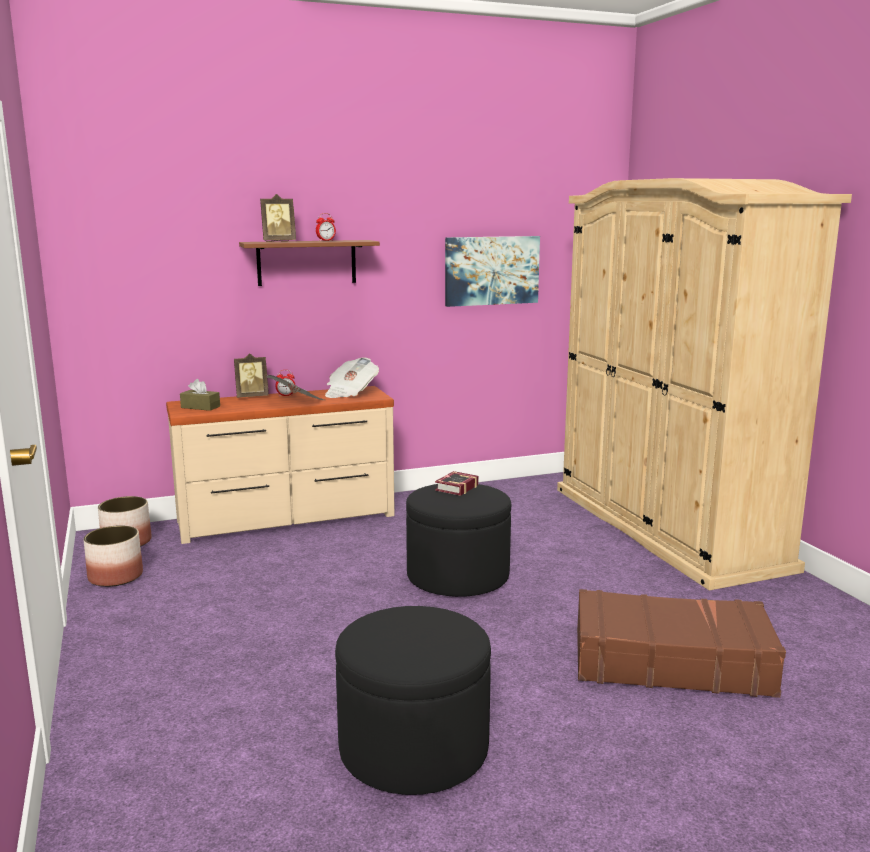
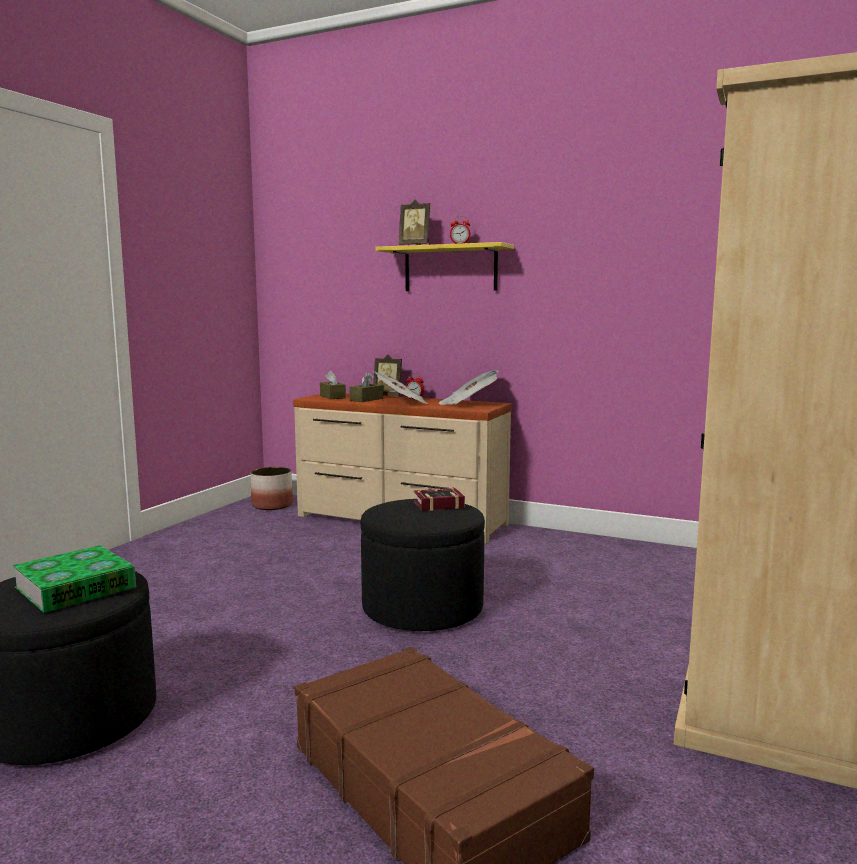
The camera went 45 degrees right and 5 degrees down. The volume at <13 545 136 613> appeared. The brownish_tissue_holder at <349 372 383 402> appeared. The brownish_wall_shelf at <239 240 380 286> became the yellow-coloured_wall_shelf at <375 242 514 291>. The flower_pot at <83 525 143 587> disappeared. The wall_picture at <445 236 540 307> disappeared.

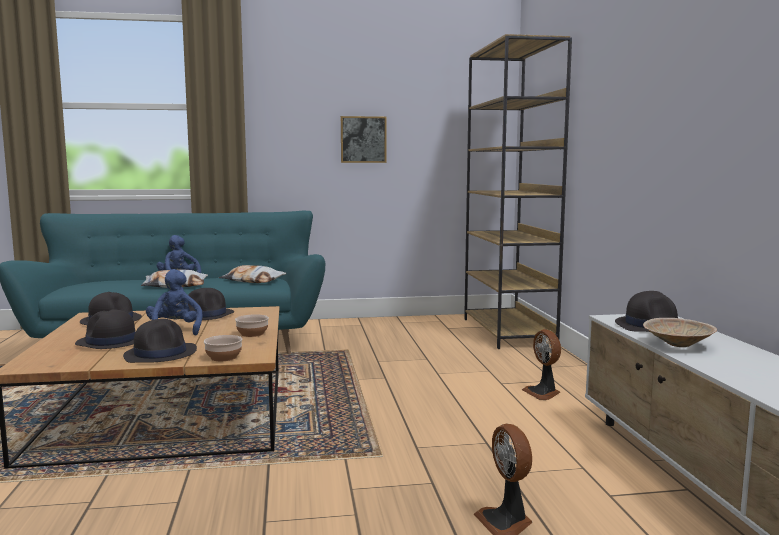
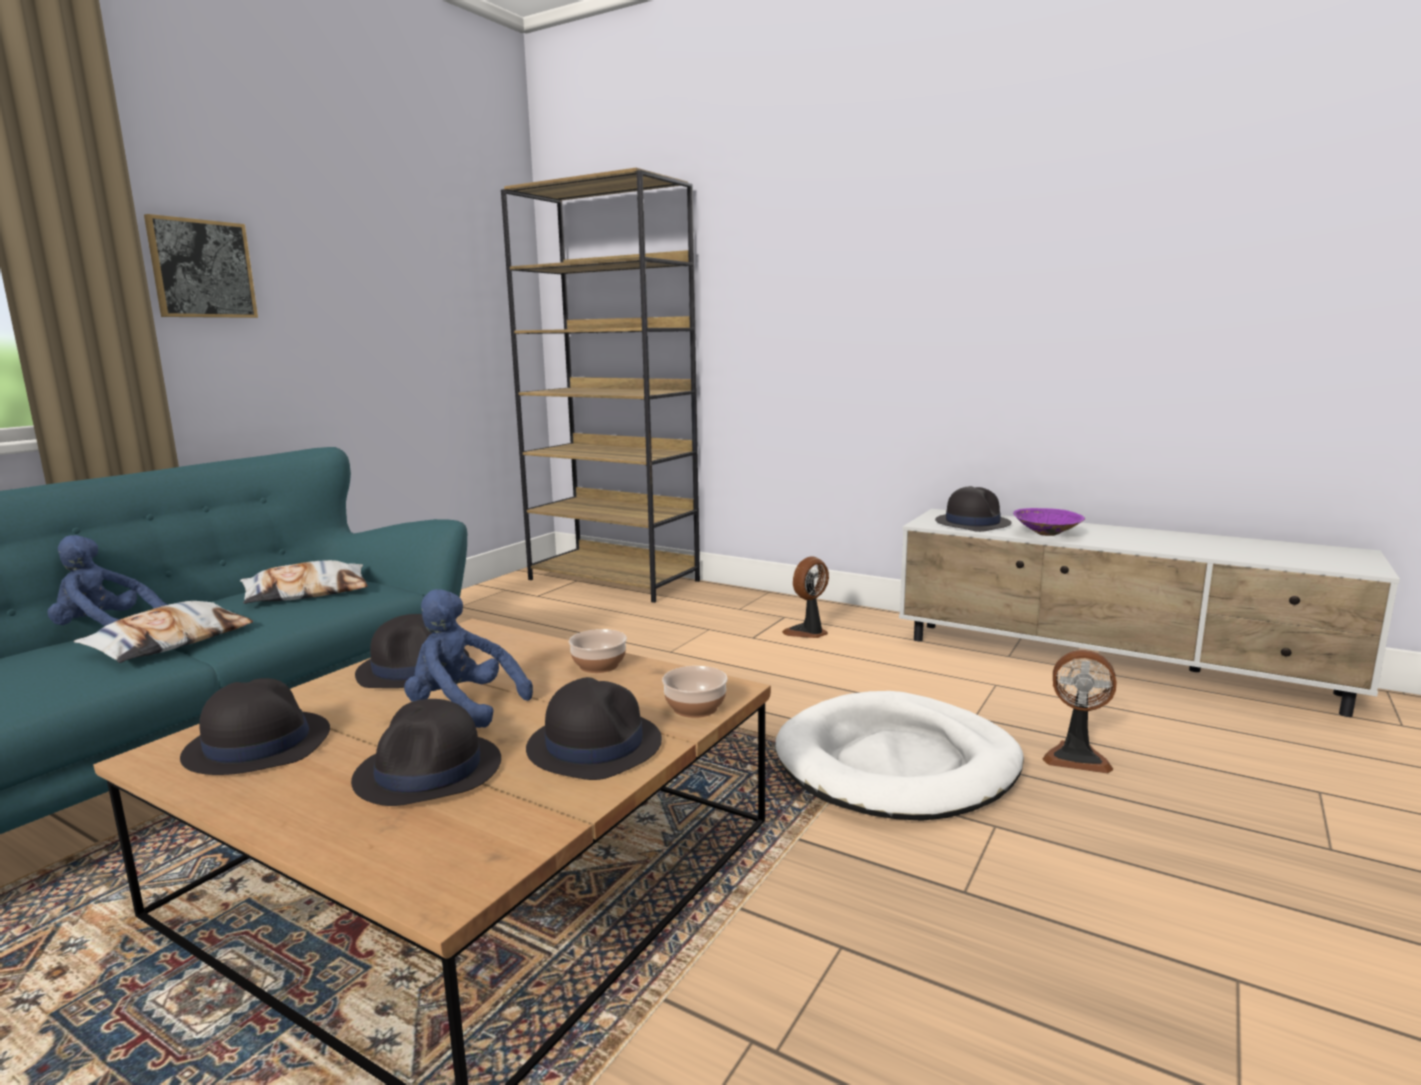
The camera went 50 degrees left and 5 degrees up. The wall_picture moved from <341 116 386 163> to <144 214 258 318>. The white-coloured_dog_cushion at <775 691 1024 821> appeared. The cooling_fan at <522 329 561 400> turned 120 degrees clockwise. The beige-coloured_bowl at <643 318 717 347> became the purple_bowl at <1013 508 1085 536>.

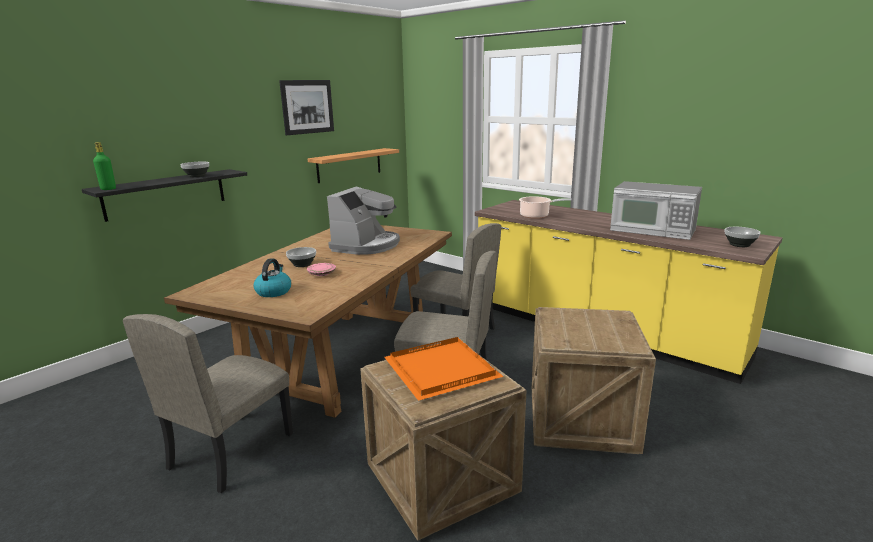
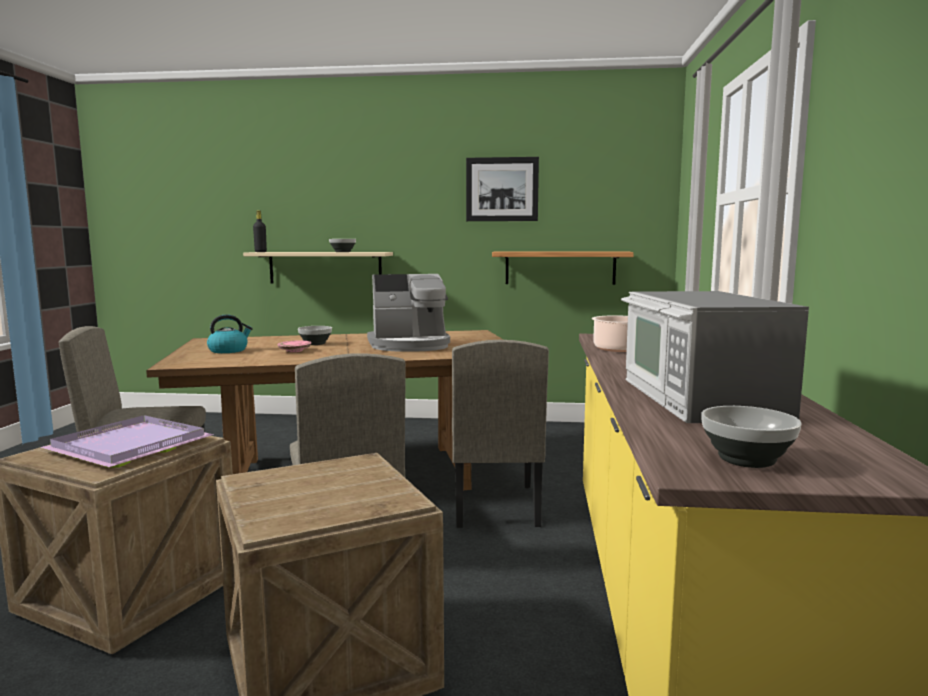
The camera went 55 degrees right and 10 degrees down. The orangey_tray at <384 337 504 401> became the purple_tray at <40 415 214 468>. The black-coloured_wall_shelf at <82 169 247 222> became the beige-coloured_wall_shelf at <243 252 393 284>. The green-coloured_beverage_bottle at <93 142 116 190> became the black-coloured_beverage_bottle at <253 211 267 252>.

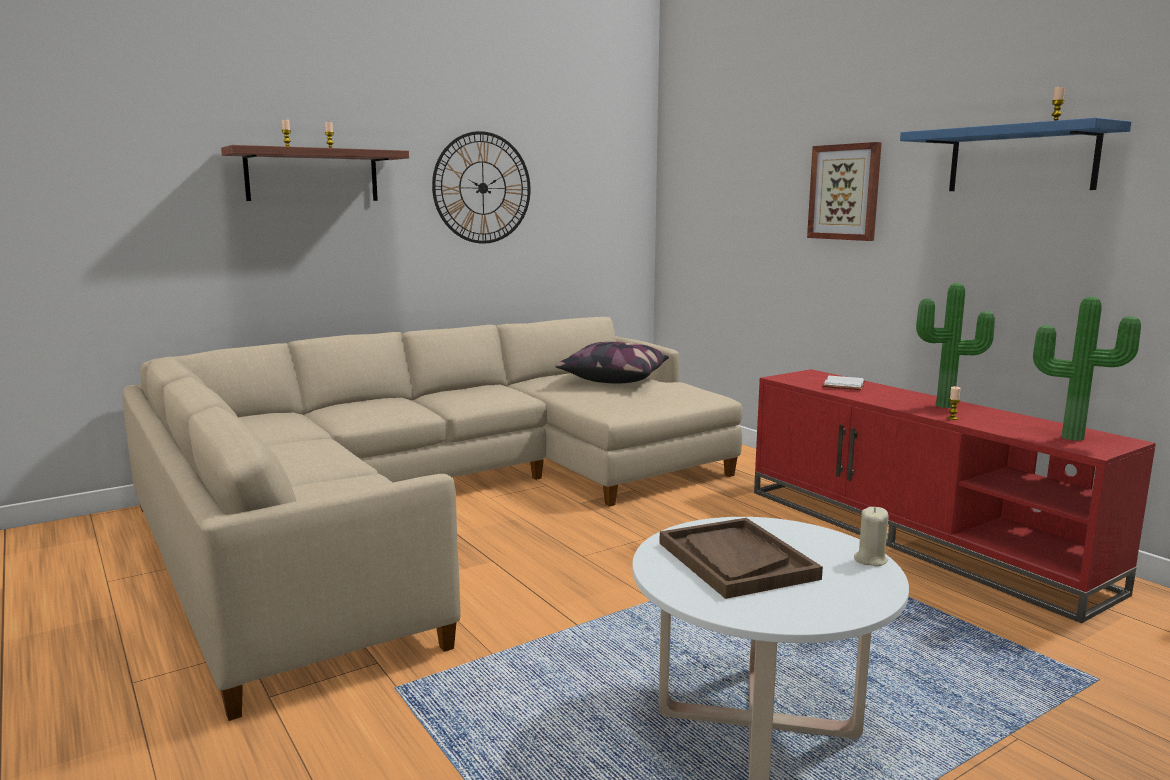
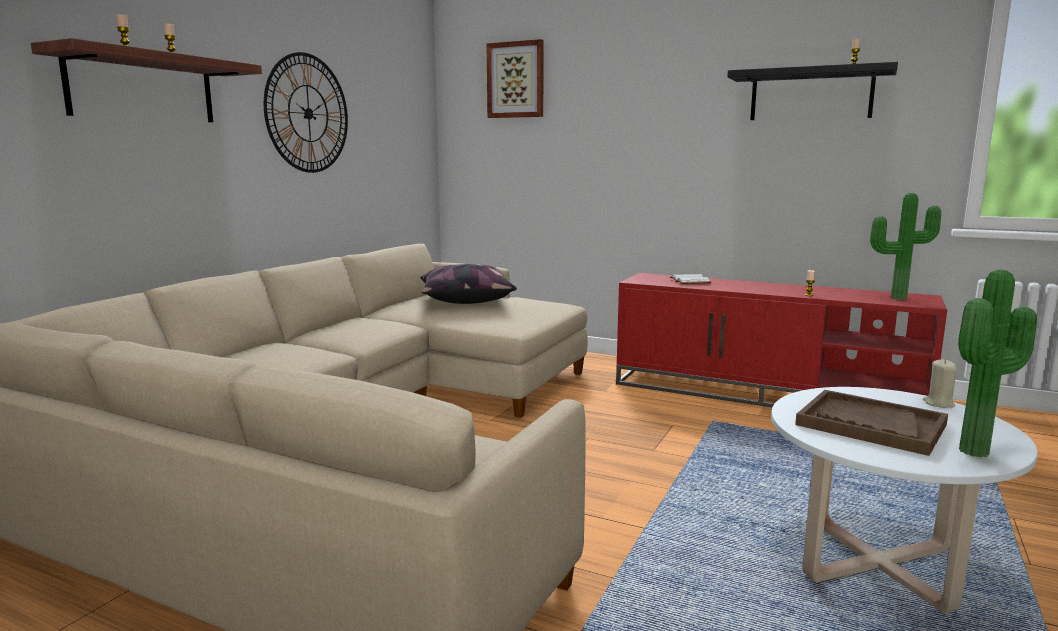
The camera went 30 degrees left and 0 degrees up. The wall_picture moved from <807 142 882 241> to <486 39 544 118>. The blue-coloured_wall_shelf at <900 118 1131 191> became the black-coloured_wall_shelf at <728 62 898 120>. The potted_plant moved from <916 283 995 408> to <958 270 1037 457>.

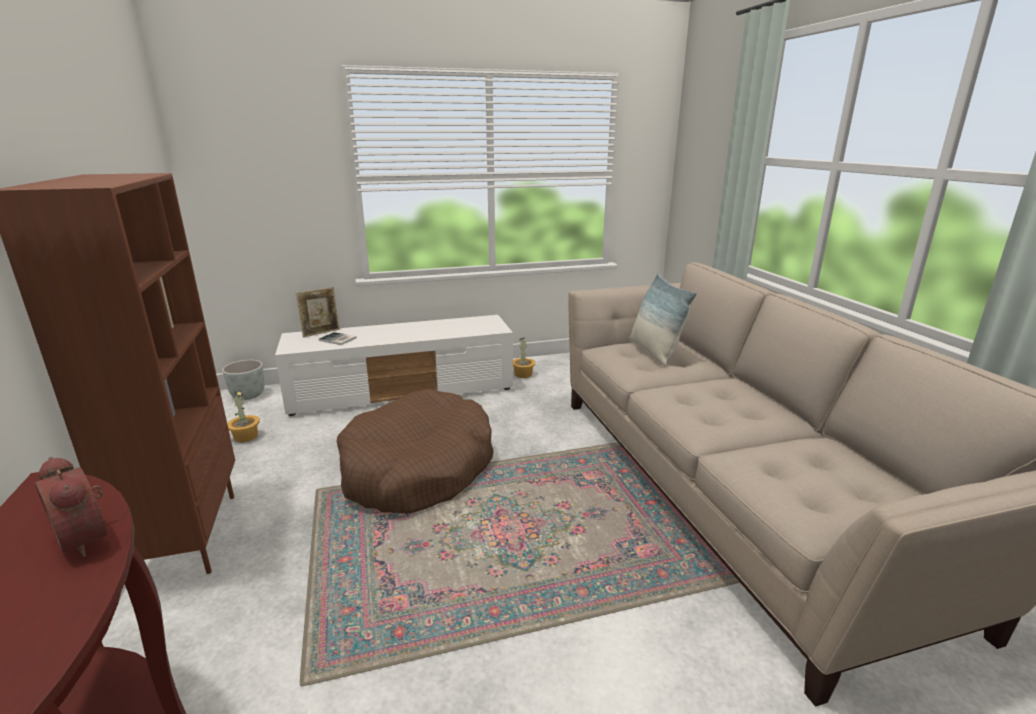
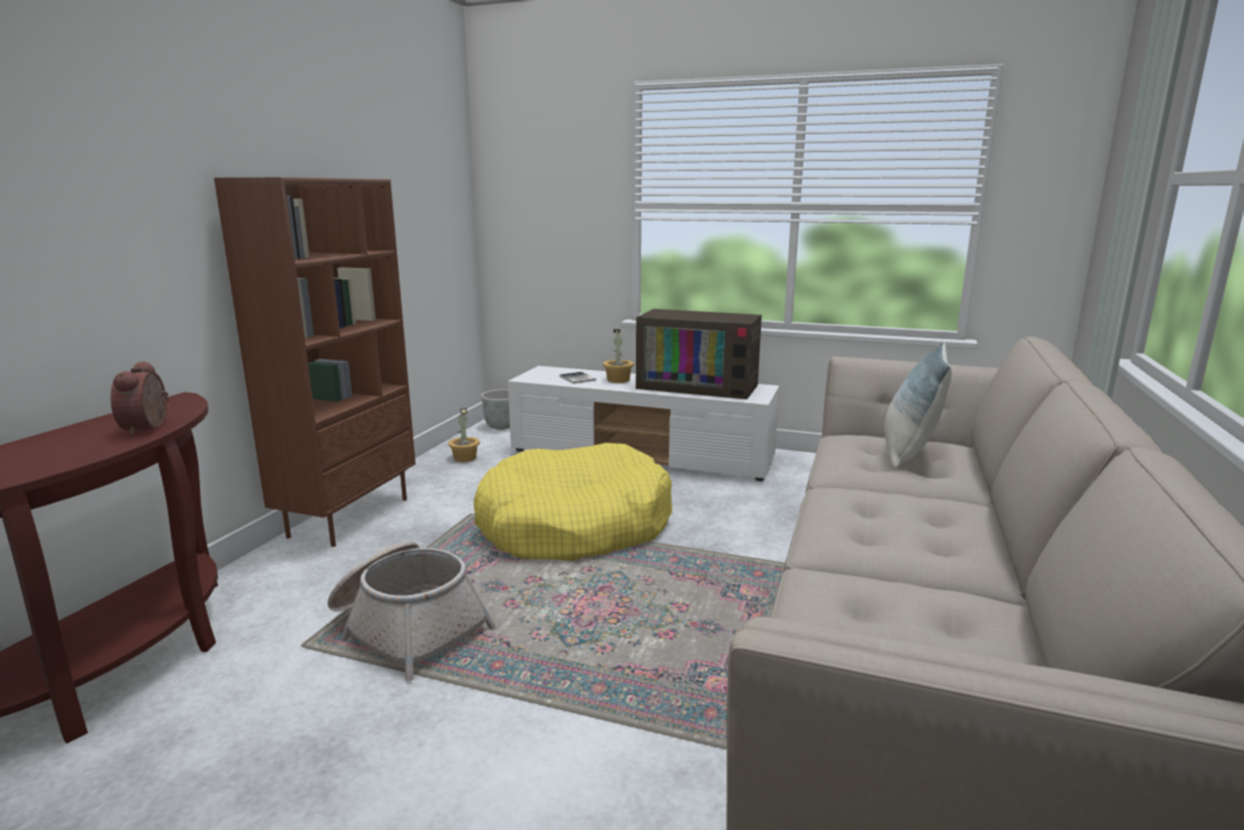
The camera went 35 degrees right and 5 degrees down. The basket at <328 541 496 681> appeared. The brownish_dog_cushion at <337 389 493 514> became the yellow-coloured_dog_cushion at <474 443 672 561>. The potted_plant moved from <513 337 535 378> to <603 329 634 383>. The television at <636 309 762 399> appeared. The photo_frame at <296 287 340 337> disappeared.

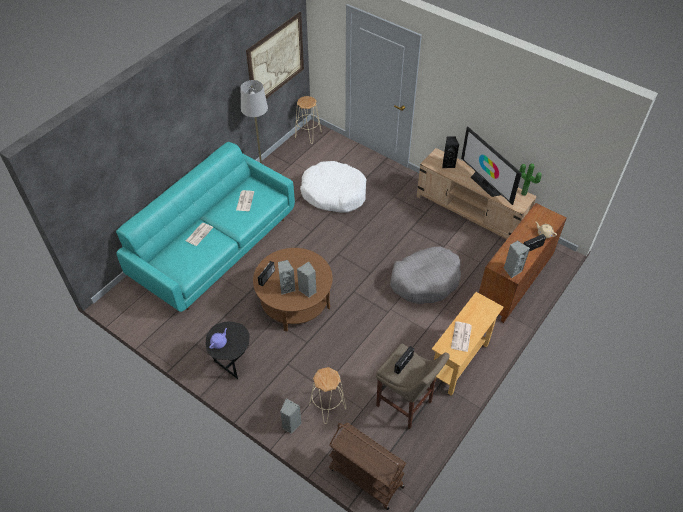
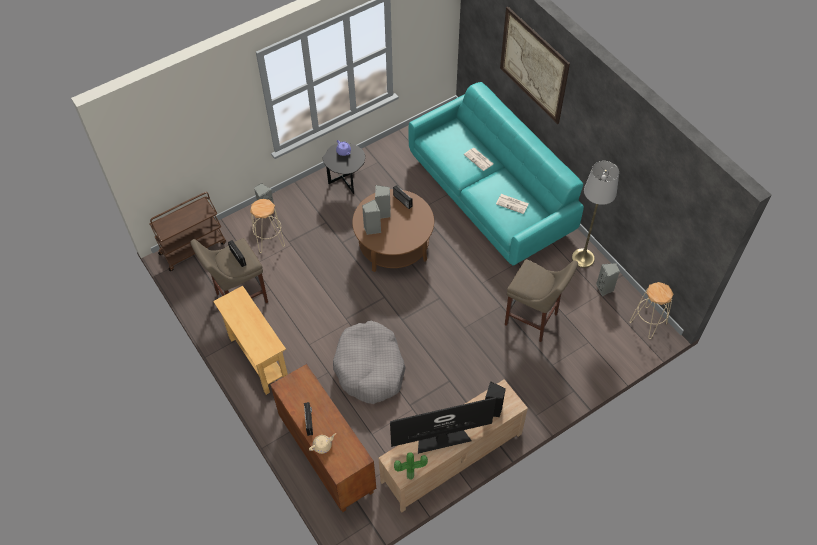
The camera went 110 degrees right and 5 degrees up. The wall_picture moved from <246 12 304 99> to <500 7 570 124>. The white-coloured_dog_cushion at <300 161 366 212> was replaced by the beige-coloured_stool at <505 259 578 342>. The greyish_loudspeaker moved from <504 240 530 278> to <596 263 620 296>. The daily_paper at <451 321 472 352> disappeared.

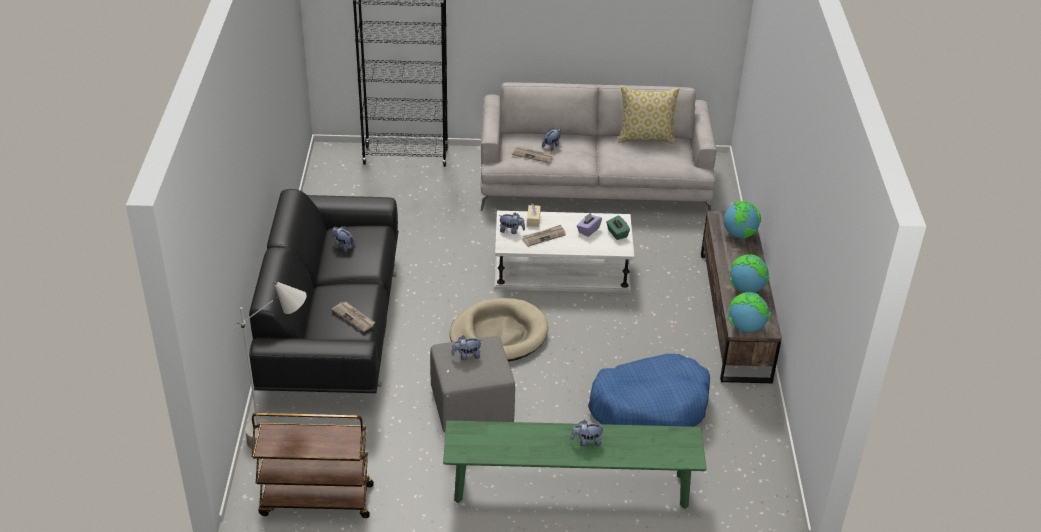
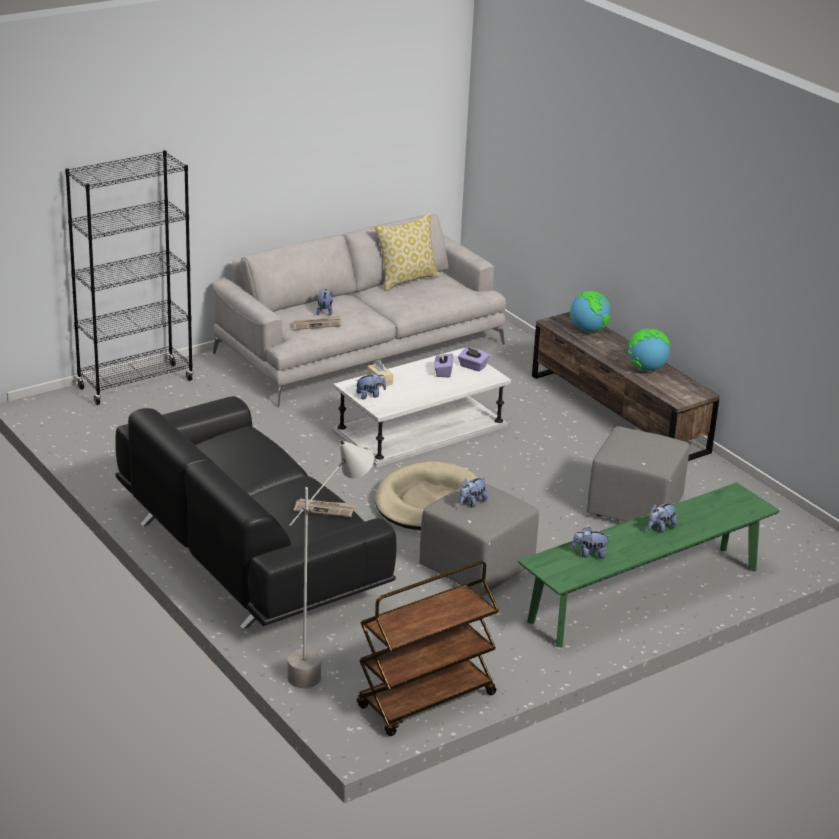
The camera went 35 degrees left and 10 degrees down. The green-coloured_tissue_holder at <606 216 630 240> became the purple_tissue_holder at <458 347 490 372>. The cuddly_toy moved from <332 226 356 252> to <571 527 610 559>. The blue-coloured_dog_cushion at <588 354 710 427> was replaced by the greyish_footrest at <587 426 690 522>. The daily_paper at <522 225 566 247> disappeared. The globe at <728 292 770 333> disappeared.

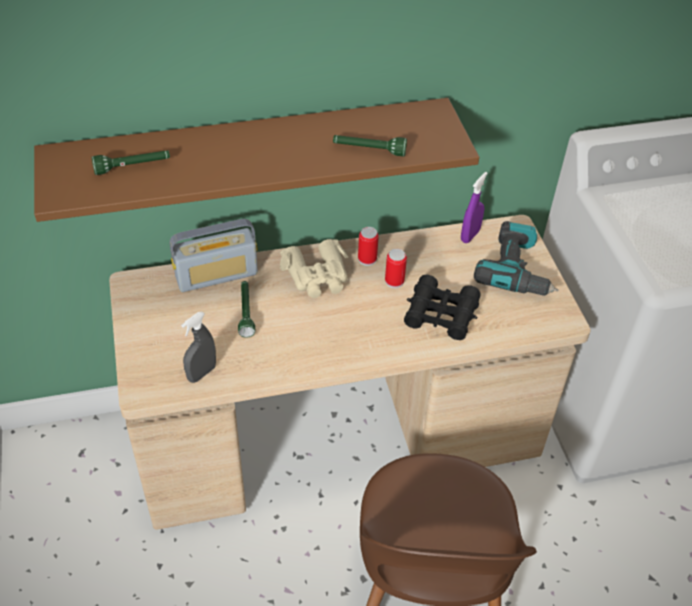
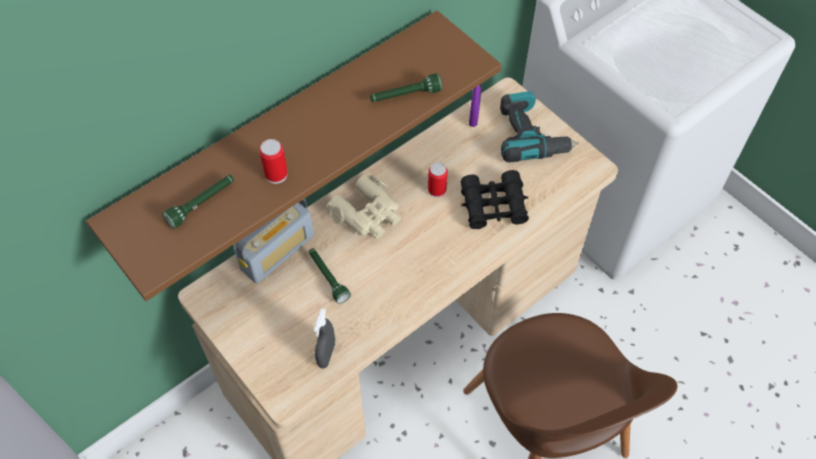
The camera went 25 degrees left and 10 degrees up. The can moved from <358 227 379 266> to <259 139 288 184>.

